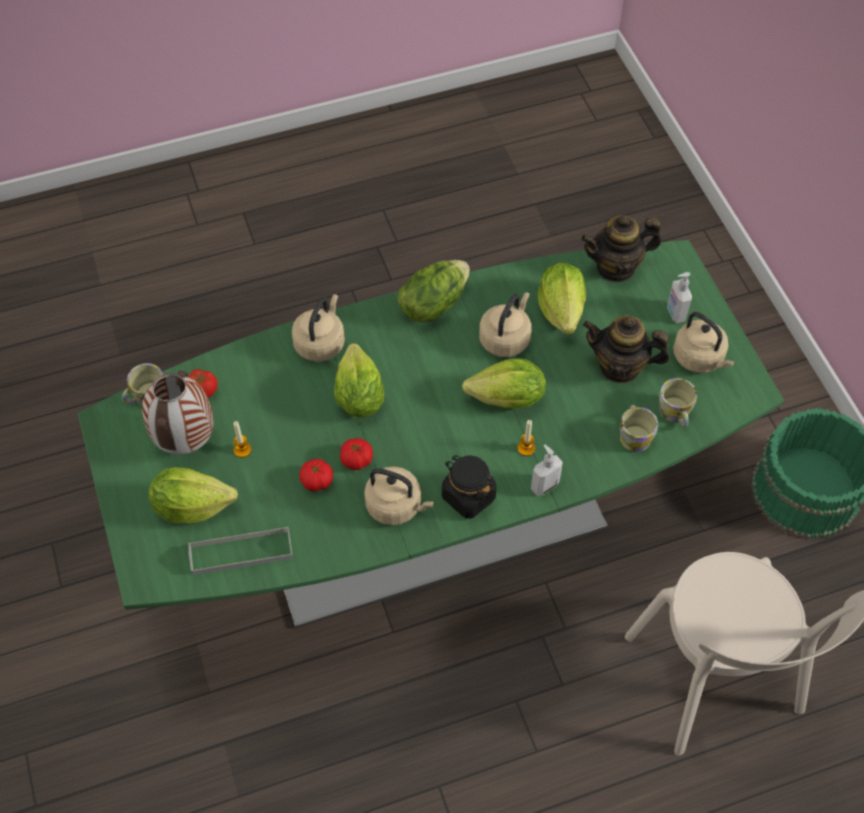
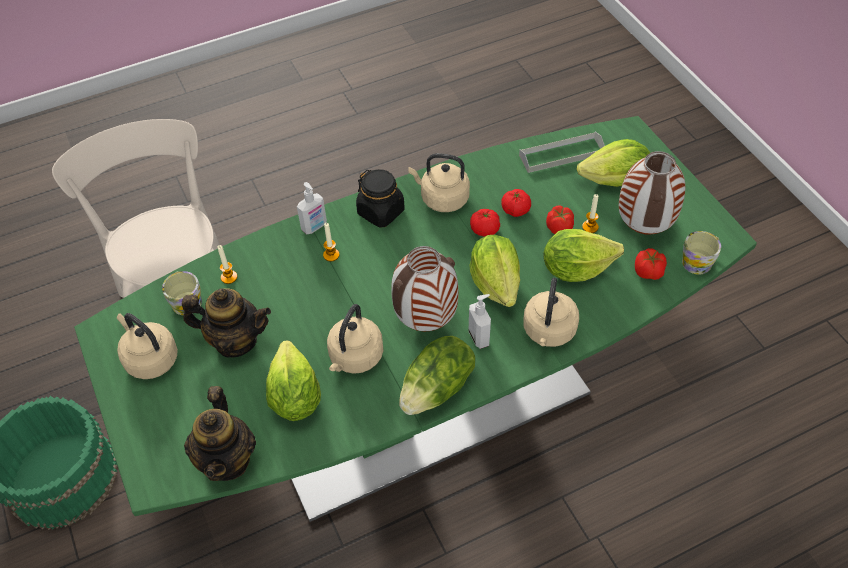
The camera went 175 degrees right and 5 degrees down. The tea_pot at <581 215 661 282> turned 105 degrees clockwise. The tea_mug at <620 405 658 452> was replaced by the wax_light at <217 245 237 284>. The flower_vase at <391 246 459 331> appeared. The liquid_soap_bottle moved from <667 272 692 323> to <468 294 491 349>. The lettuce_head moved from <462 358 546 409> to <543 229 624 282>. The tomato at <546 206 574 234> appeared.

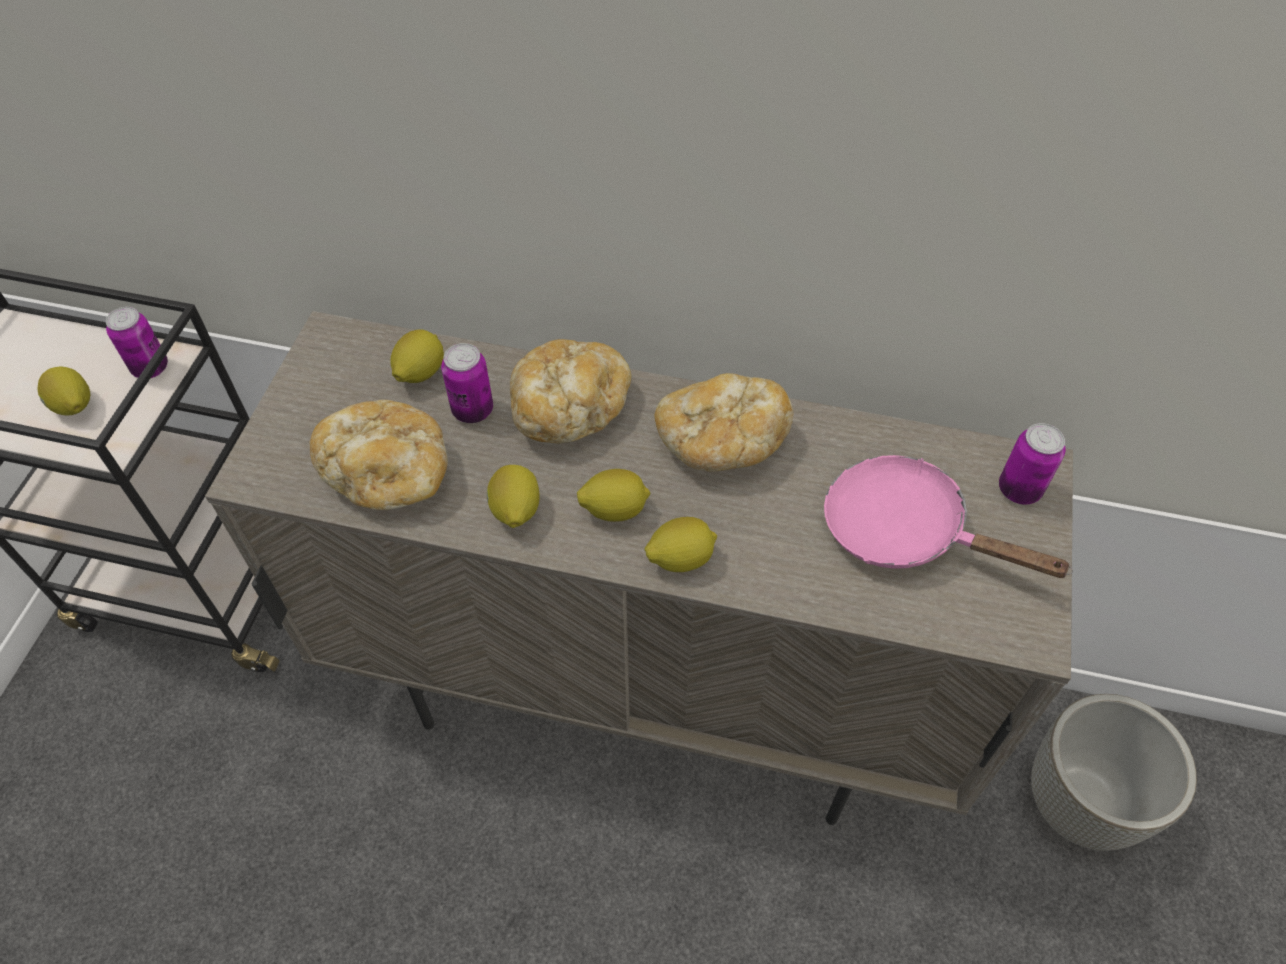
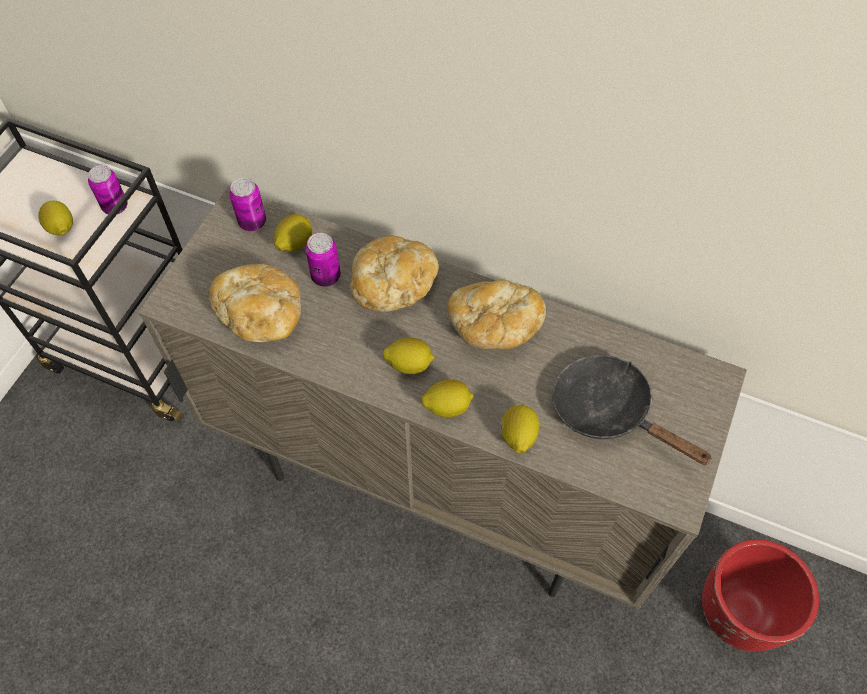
The camera went 10 degrees right and 5 degrees up. The can moved from <999 423 1065 504> to <229 177 266 231>. The lemon moved from <486 465 540 528> to <501 404 539 453>. The pinkish_skillet at <824 455 1073 578> became the black-coloured_skillet at <552 355 713 465>. The greyish_flower_pot at <1031 694 1197 851> became the reddish_flower_pot at <702 539 819 652>.

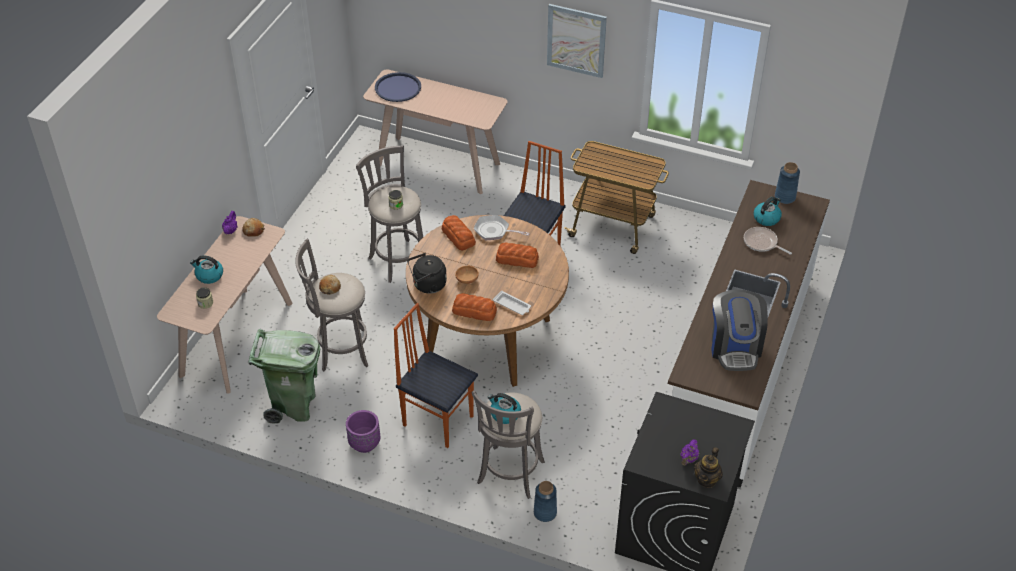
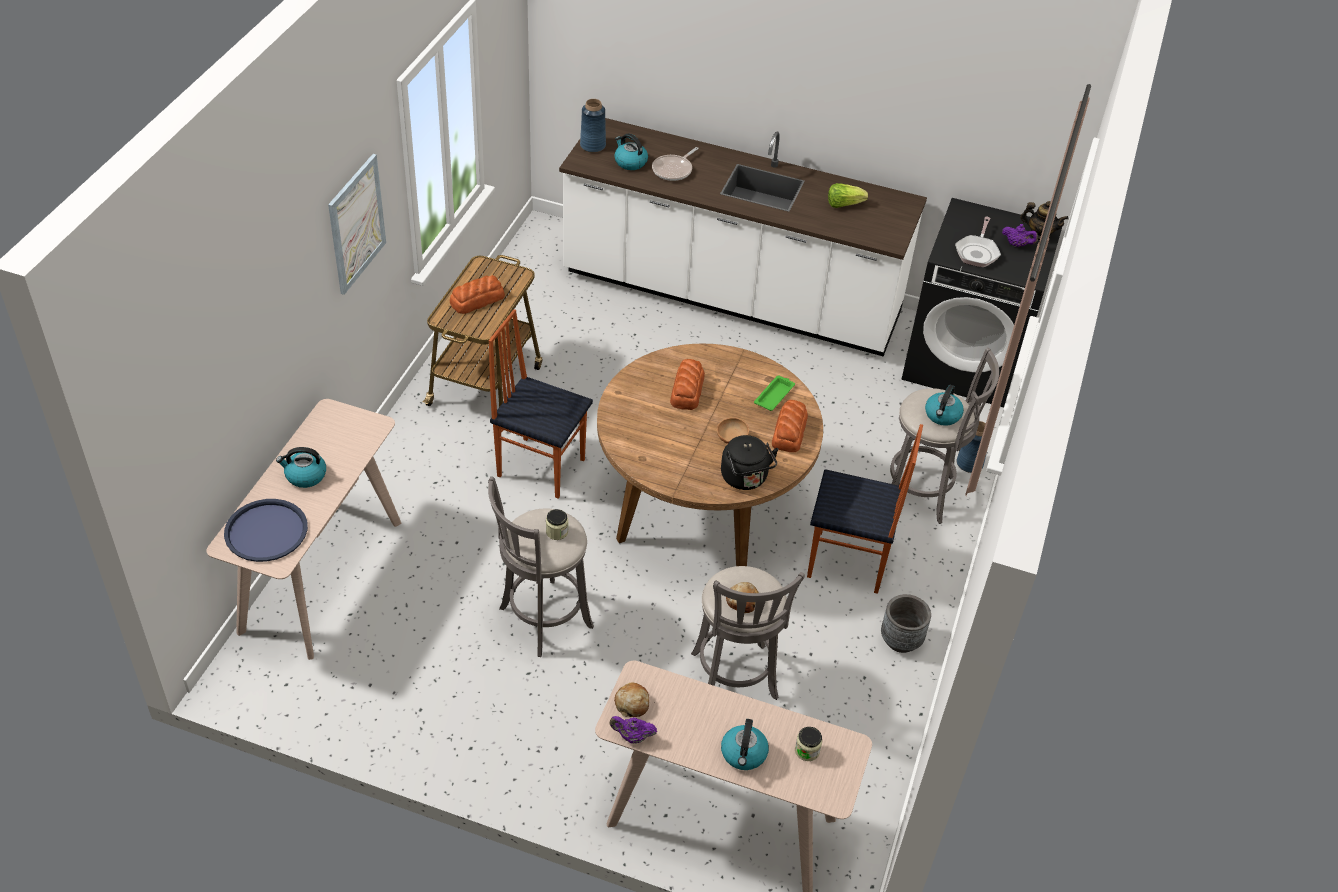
The camera went 95 degrees left and 0 degrees up. The water_kettle at <276 447 326 488> appeared. The baked_bread moved from <442 215 476 251> to <450 275 505 314>. The white-coloured_tray at <493 291 531 315> became the green-coloured_tray at <754 376 795 411>. The plain_chair at <394 303 478 448> turned 105 degrees counterclockwise. The coffee_brewer at <711 289 768 371> was replaced by the lettuce_head at <828 183 868 208>. The purple_flower_pot at <346 410 380 453> became the greyish_flower_pot at <881 594 931 653>. The skillet moved from <474 215 530 240> to <955 217 1001 267>. The green-coloured_rubbish_bin at <248 329 320 424> disappeared.

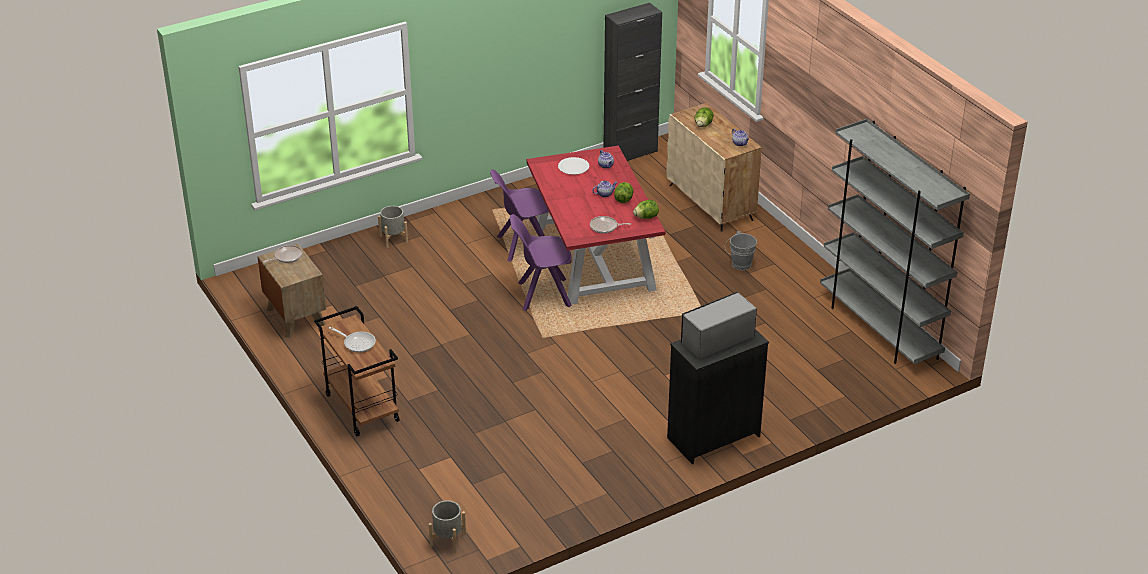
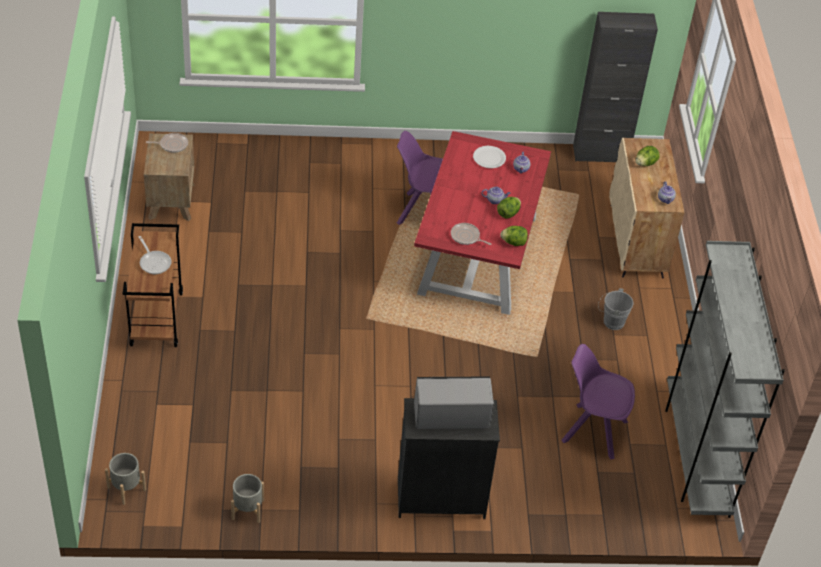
The camera went 25 degrees right and 10 degrees up. The greyish_flower_pot moved from <378 206 408 248> to <231 474 264 523>. The purple_plain_chair moved from <510 214 572 311> to <561 344 635 459>.

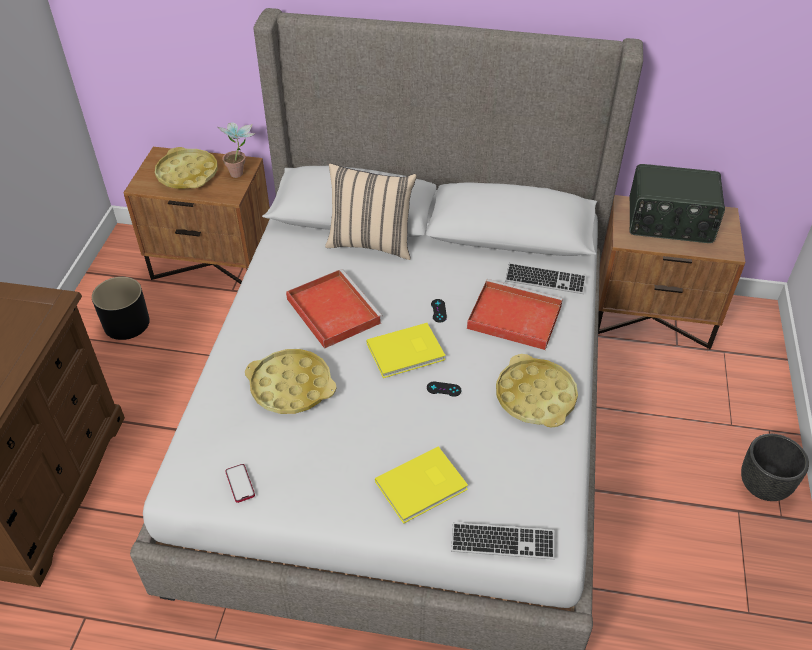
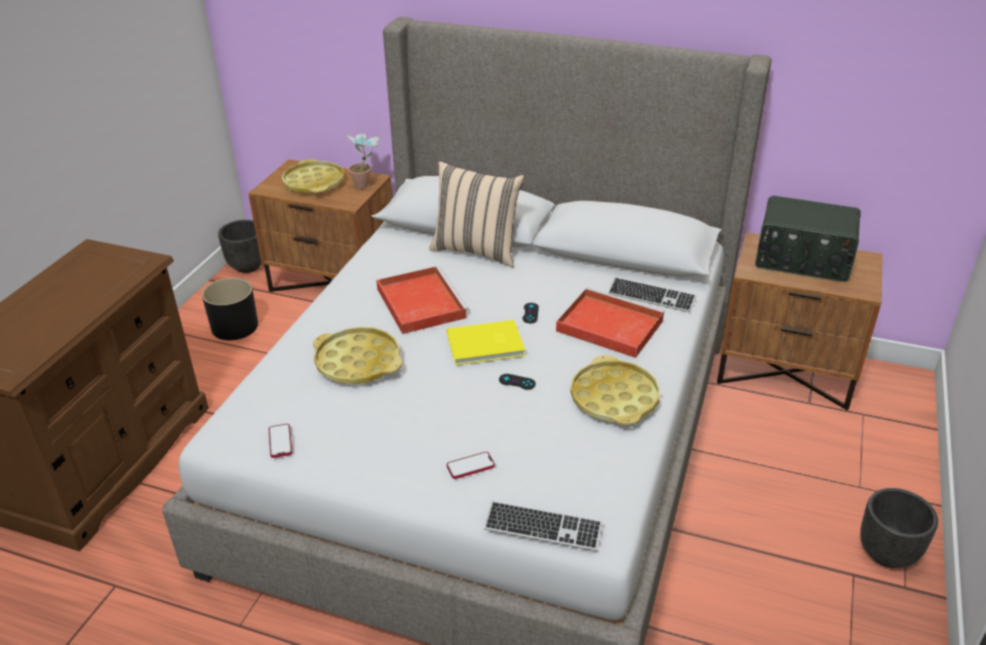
The camera went 10 degrees right and 10 degrees down. The black-coloured_flower_pot at <218 220 262 273> appeared. The yellow-coloured_volume at <375 446 468 524> was replaced by the telephone at <447 452 495 479>.

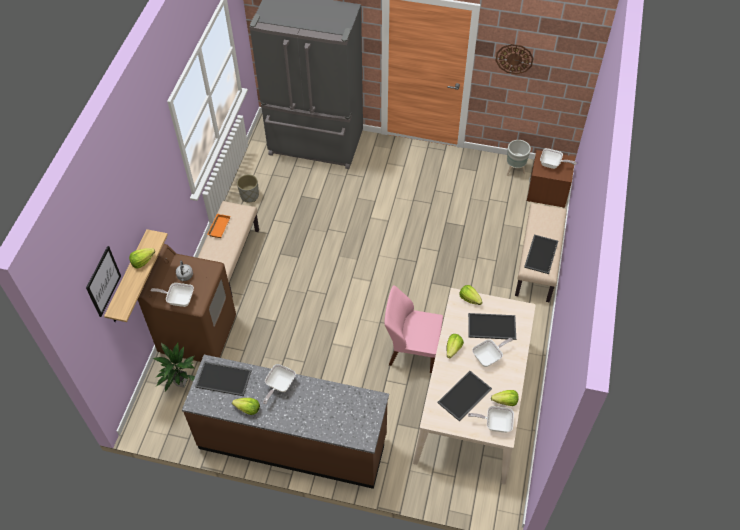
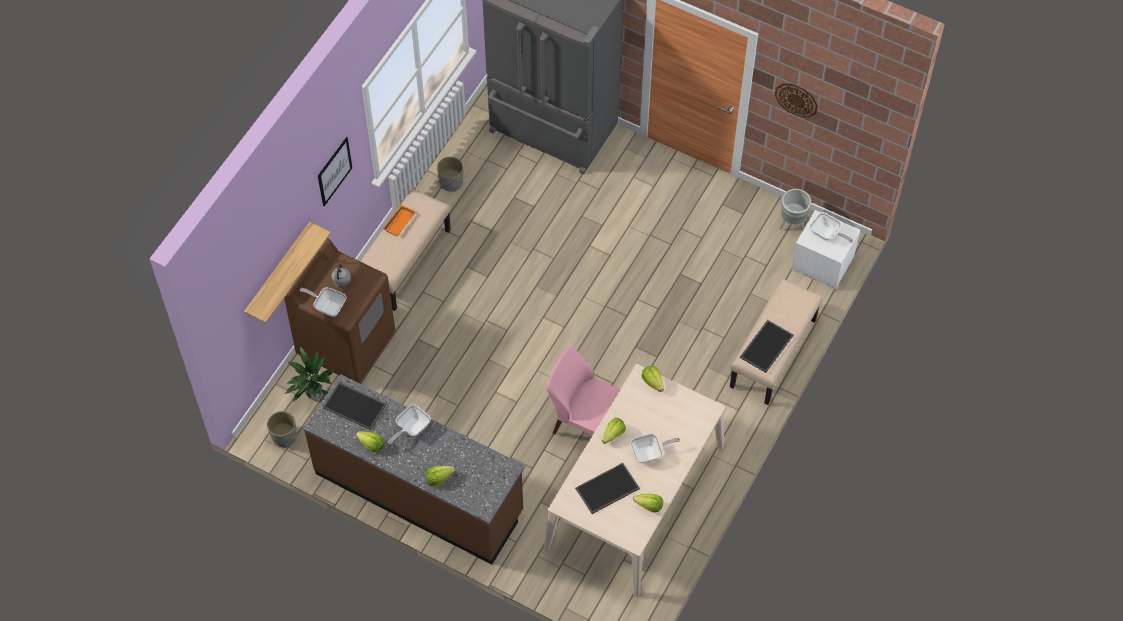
The camera went 15 degrees right and 5 degrees up. The greyish_flower_pot at <267 411 297 448> appeared. The wall_picture moved from <86 246 121 317> to <318 137 352 206>. The lettuce_head moved from <129 248 155 269> to <426 466 455 487>. The brownish_bedside_table at <527 150 575 208> became the white-coloured_bedside_table at <791 210 860 289>. The tray at <468 313 516 340> disappeared. The skillet at <468 406 514 433> disappeared.

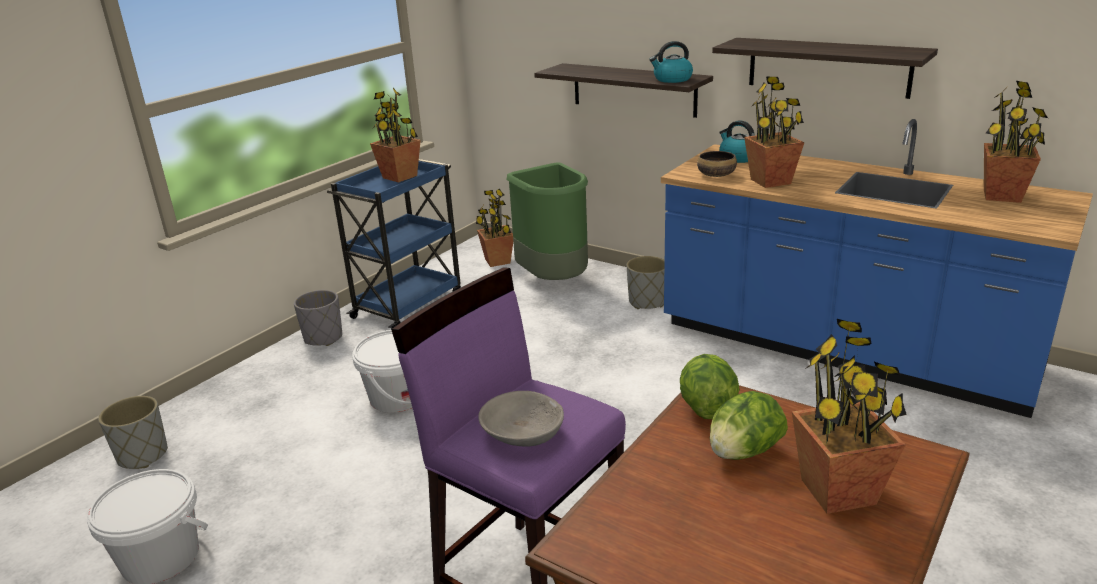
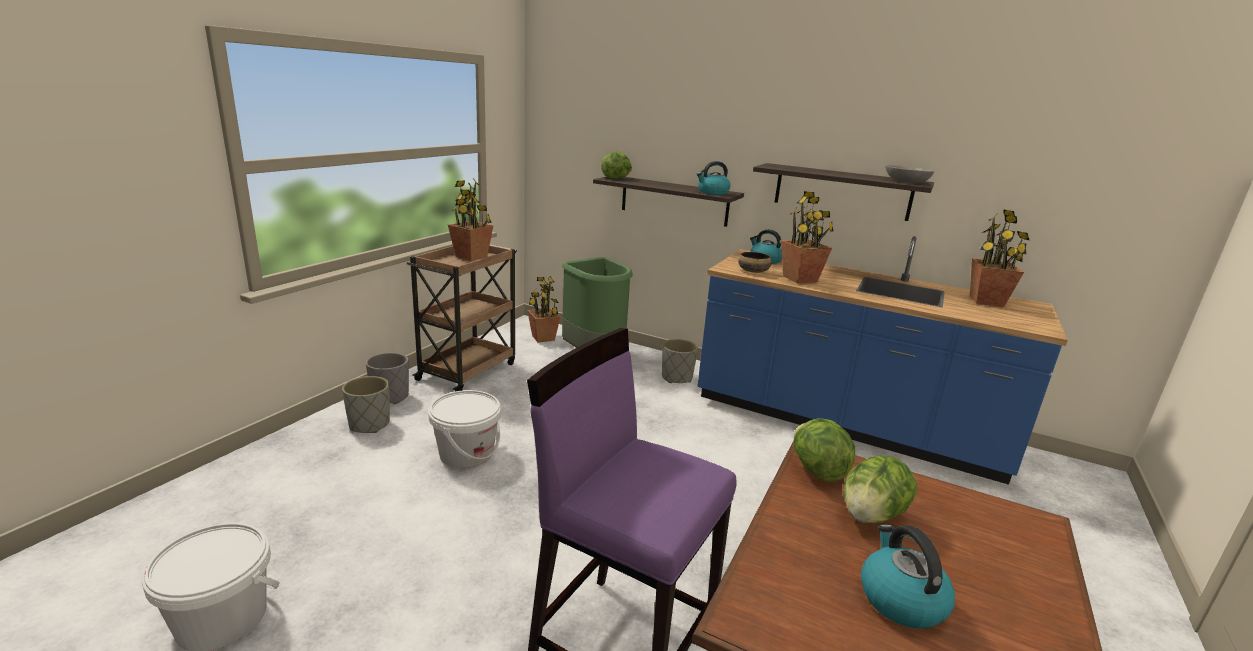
The camera went 10 degrees left and 5 degrees down. The greyish_flower_pot moved from <98 396 168 469> to <342 376 390 433>. The blue-coloured_trolley at <327 159 461 329> became the brownish_trolley at <407 244 517 391>. The lettuce_head at <601 151 632 179> appeared. The water_kettle at <861 525 955 629> appeared. The greyish_bowl moved from <478 391 564 447> to <885 165 934 183>. The potted_plant at <792 319 907 514> disappeared.

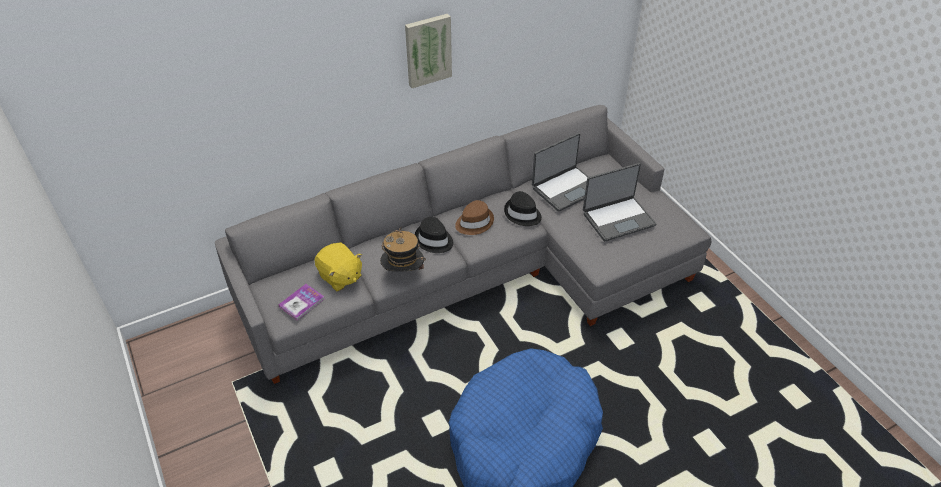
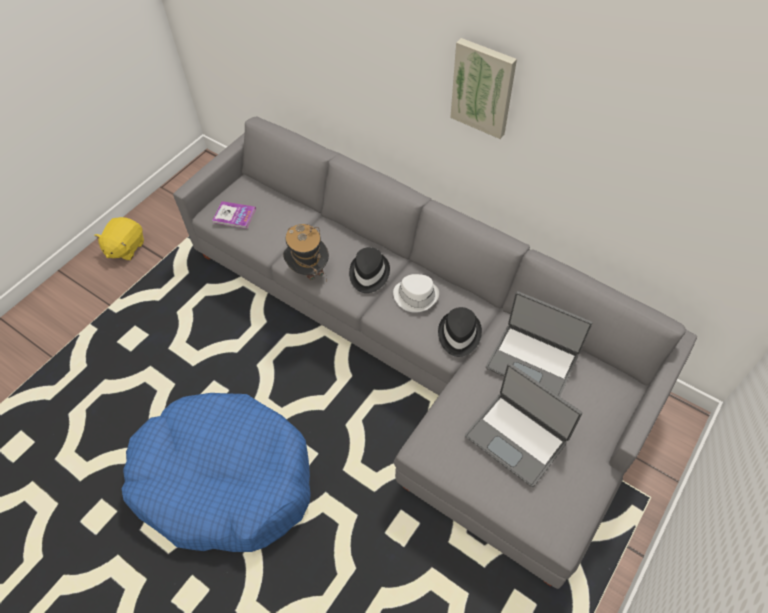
The camera went 65 degrees right and 10 degrees up. The yellow-coloured_cuddly_toy moved from <314 242 362 291> to <94 217 144 260>. The brownish_wearable_hat at <455 200 494 235> became the white-coloured_wearable_hat at <393 274 439 313>.

